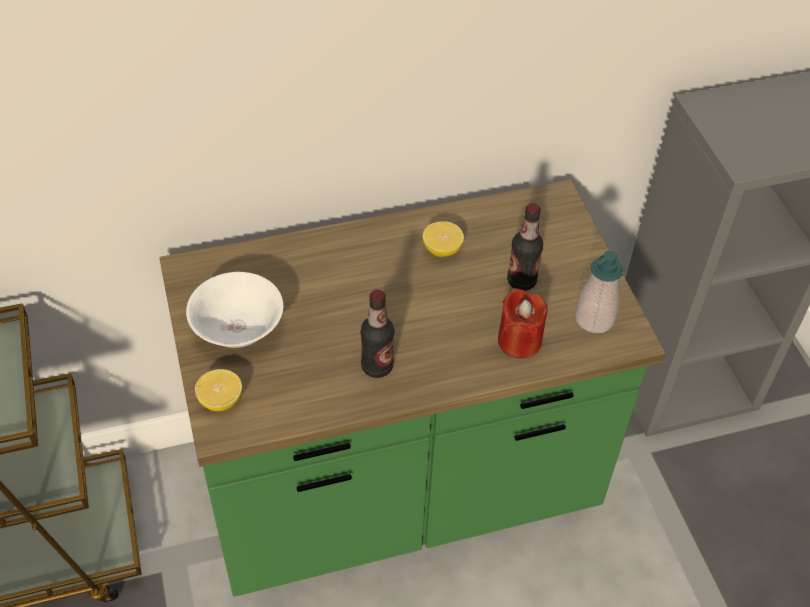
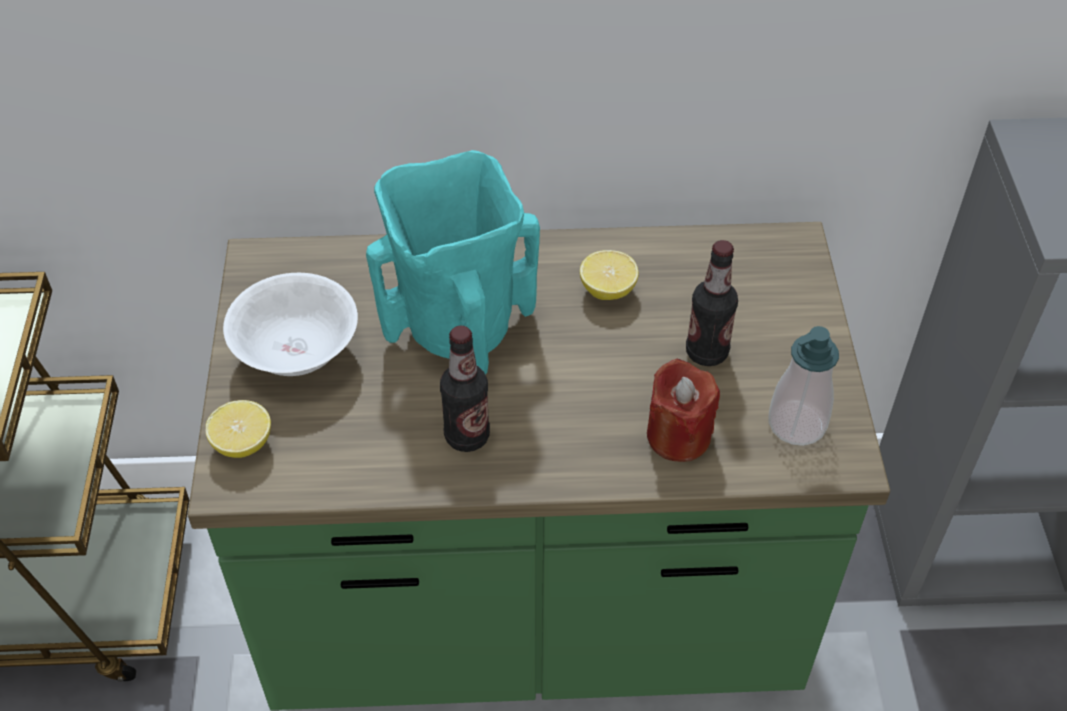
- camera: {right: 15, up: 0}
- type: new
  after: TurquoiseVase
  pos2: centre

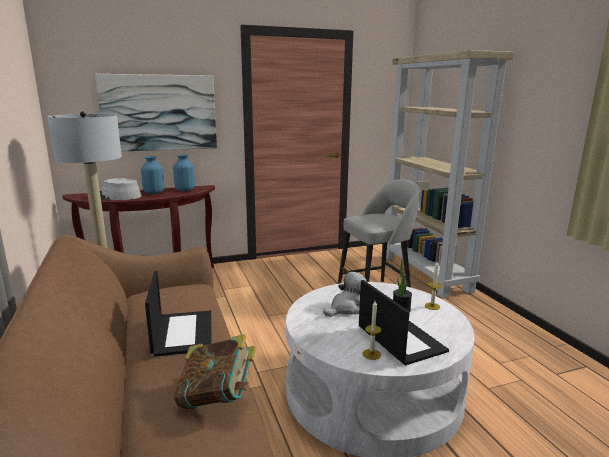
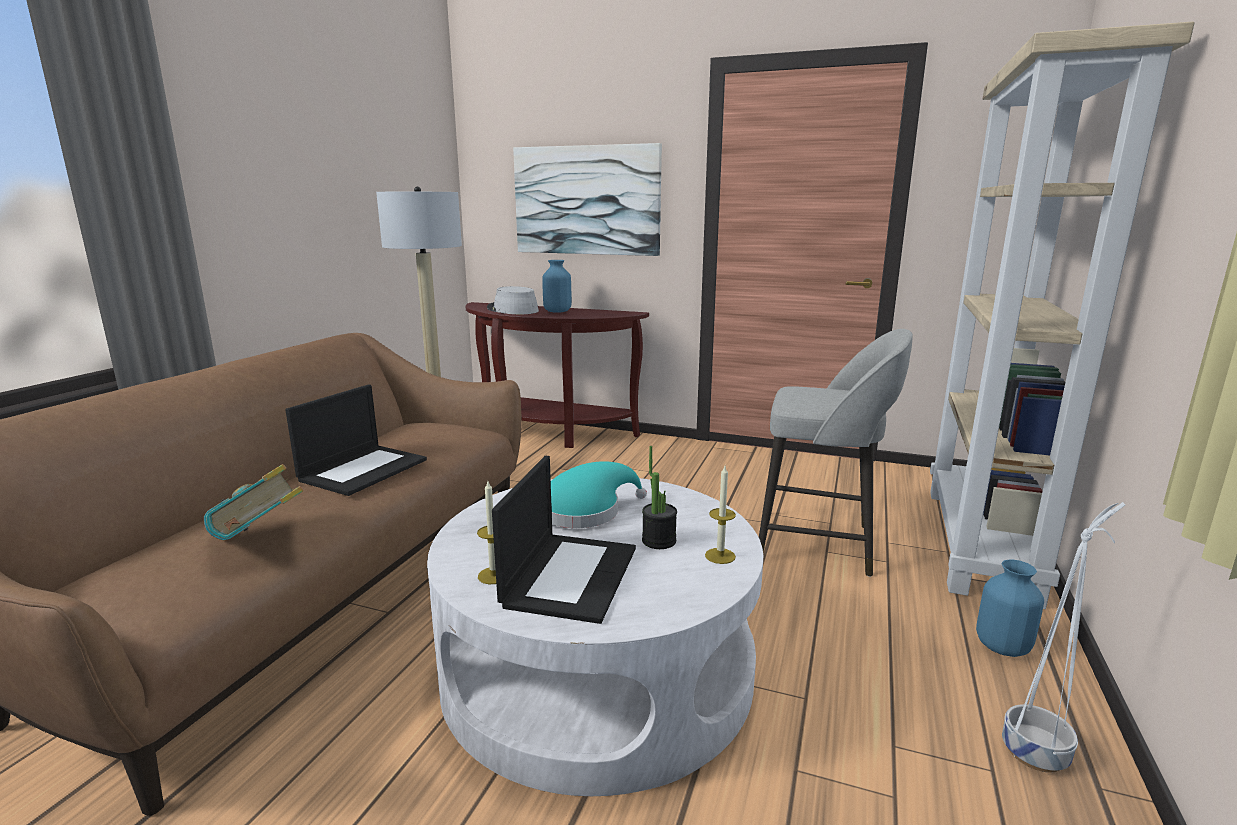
- camera: {right: 40, up: 0}
- type: swapped
  before: PlushToy
  after: TurquoiseHat
  pos1: centre
  pos2: centre
- type: shifted
  before: BlueVase (no. 2 from left)
  pos1: middle left
  pos2: bottom right
- type: new
  after: WhitePlanter
  pos2: bottom right

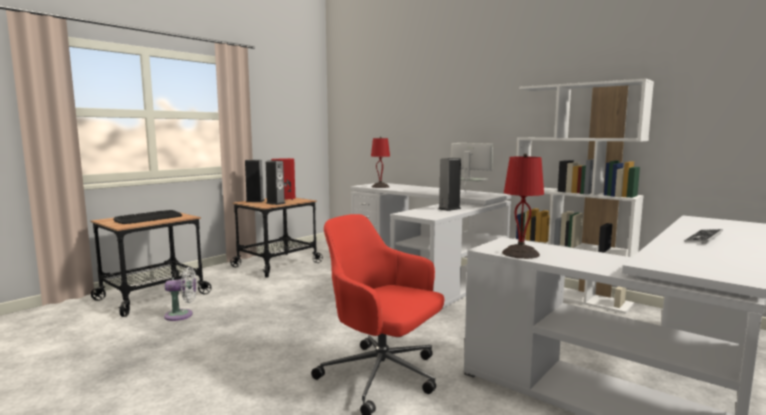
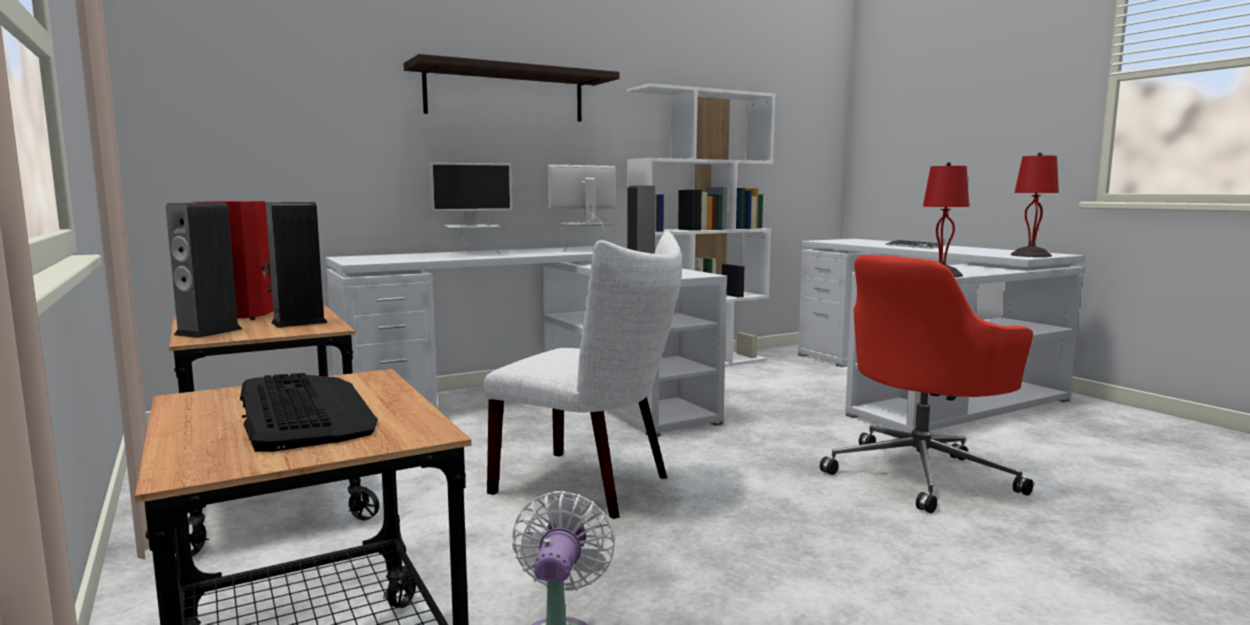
- camera: {right: -70, up: 0}
- type: new
  after: Shelf
  pos2: top centre
- type: new
  after: Monitor (no. 1 from left)
  pos2: top centre
- type: new
  after: WhiteChair
  pos2: centre
- type: shifted
  before: RedTableLamp (no. 1 from left in the first image)
  after: RedTableLamp (no. 2 from left)
  pos1: centre
  pos2: top right

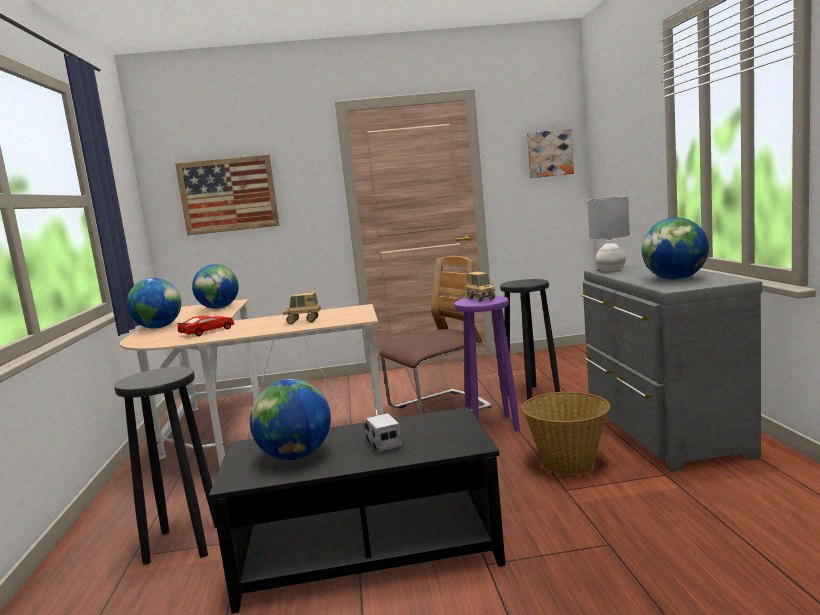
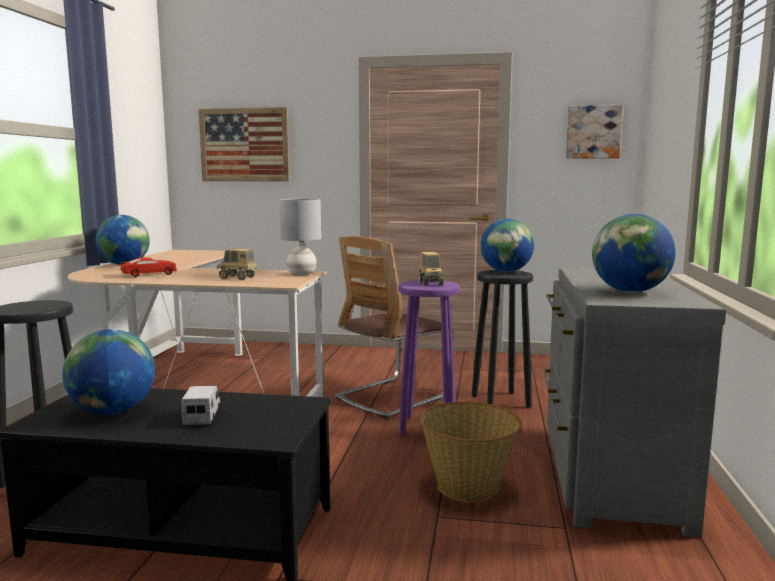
- camera: {right: 15, up: 0}
- type: shifted
  before: GreyTableLamp
  pos1: middle right
  pos2: centre
- type: rotated
  before: Chair
  pos1: centre
  pos2: centre
  turn: 150
- type: shifted
  before: Globe (no. 2 from left in the first image)
  after: Globe (no. 3 from left)
  pos1: middle left
  pos2: centre

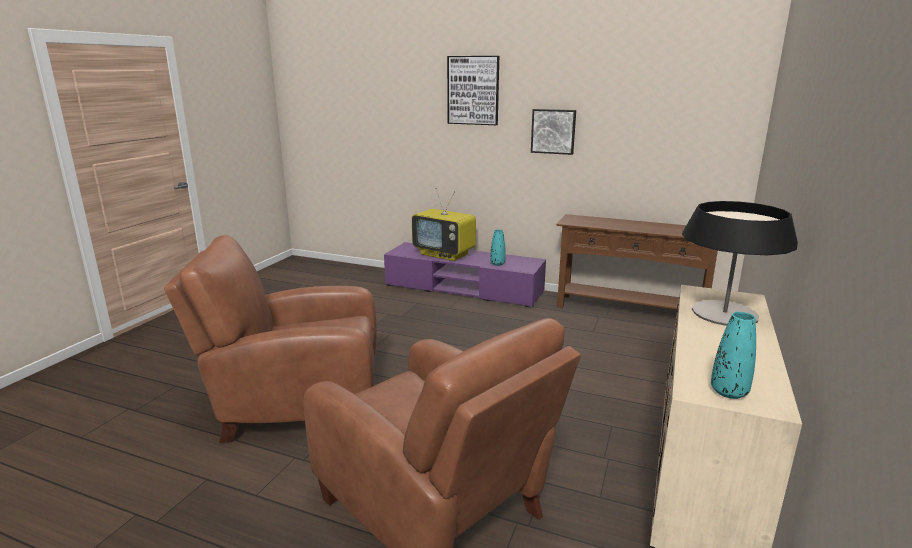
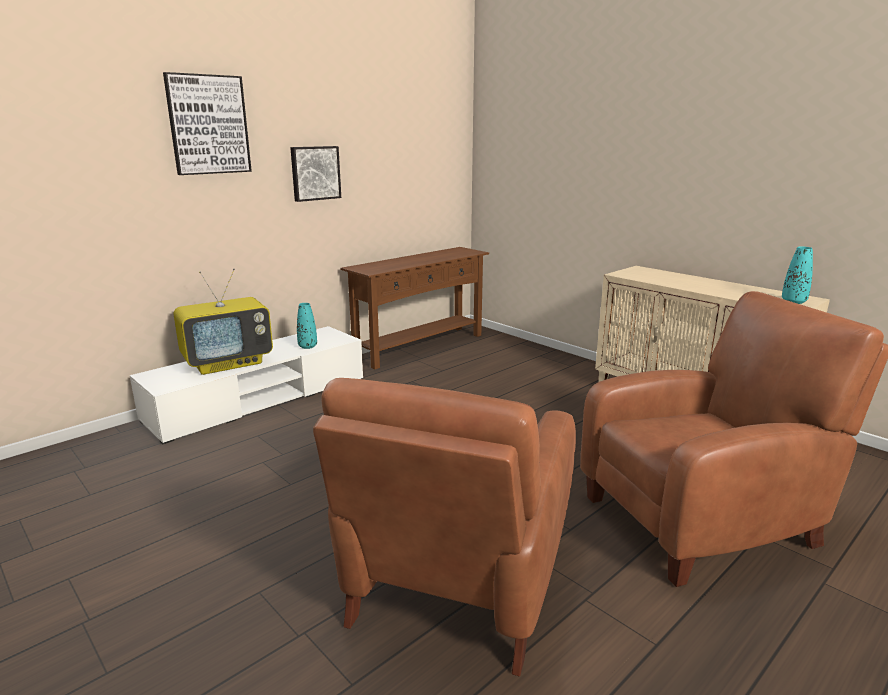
- camera: {right: -65, up: 0}
- type: repainted
  before: PurpleTvStand
  after: WhiteTvStand
  pos1: centre
  pos2: middle left
- type: gone
  before: TableLamp
  pos1: middle right

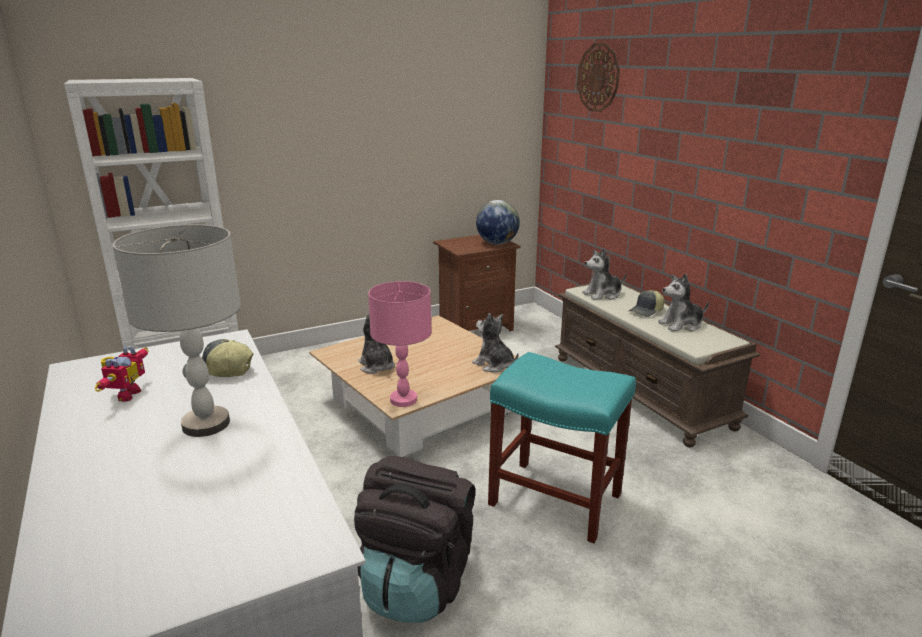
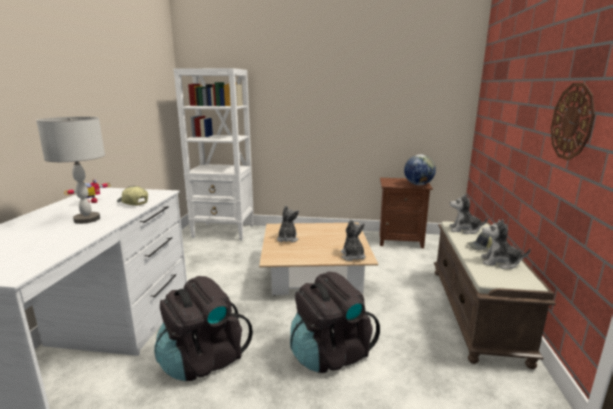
- camera: {right: 35, up: -5}
- type: swapped
  before: TurquoiseStool
  after: BlackBackpack (no. 2 from left)
  pos1: bottom centre
  pos2: bottom centre
- type: shifted
  before: WallClock
  pos1: top centre
  pos2: top right
- type: gone
  before: PinkTableLamp
  pos1: centre

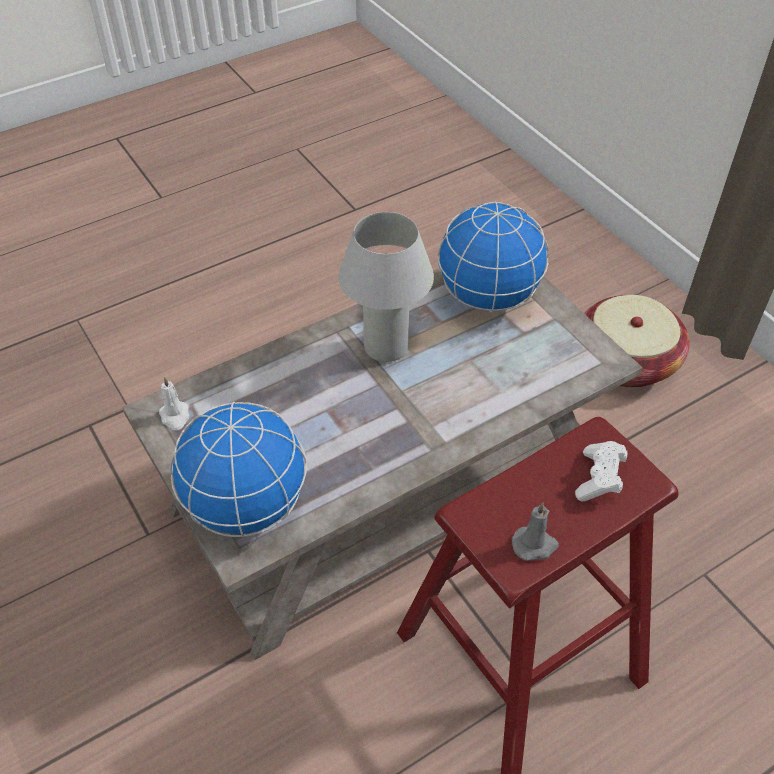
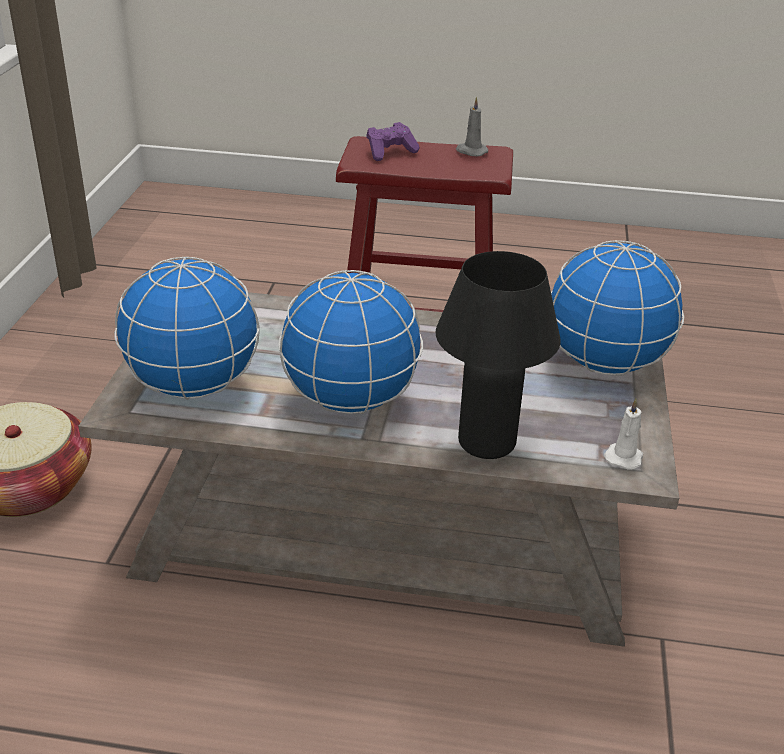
- camera: {right: -140, up: -15}
- type: swapped
  before: WhiteTableLamp
  after: Globe (no. 2 from left)
  pos1: centre
  pos2: centre
- type: repainted
  before: WhiteGameController
  after: PurpleGameController
  pos1: middle right
  pos2: top centre
- type: new
  after: BlackTableLamp
  pos2: centre

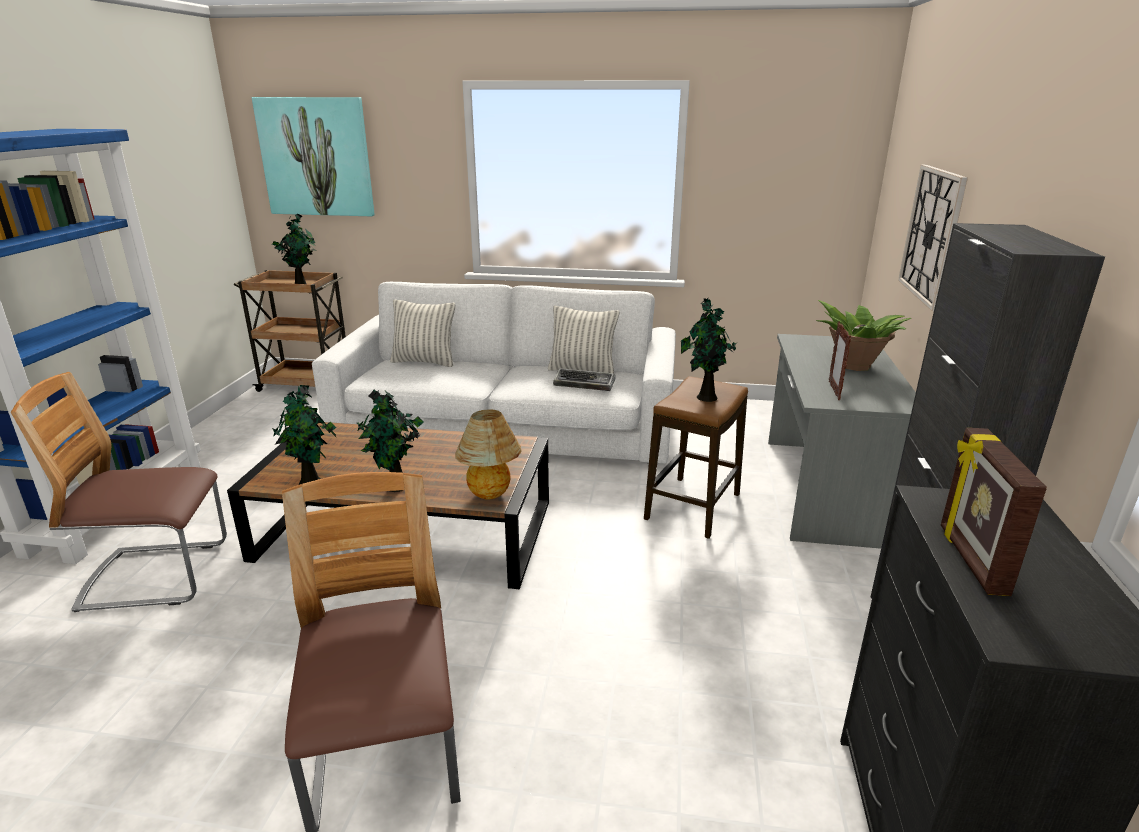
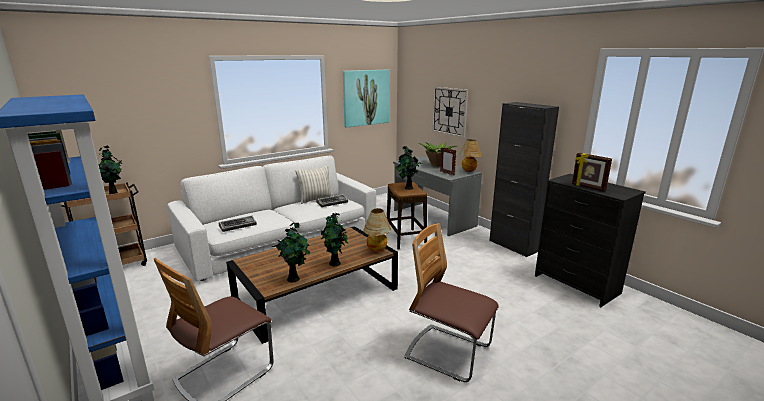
- camera: {right: -45, up: -5}
- type: new
  after: Keyboard (no. 1 from left)
  pos2: middle left
- type: shifted
  before: Picture
  pos1: top left
  pos2: top centre
- type: new
  after: TableLamp (no. 2 from left)
  pos2: centre
- type: gone
  before: Pillow (no. 1 from left)
  pos1: centre

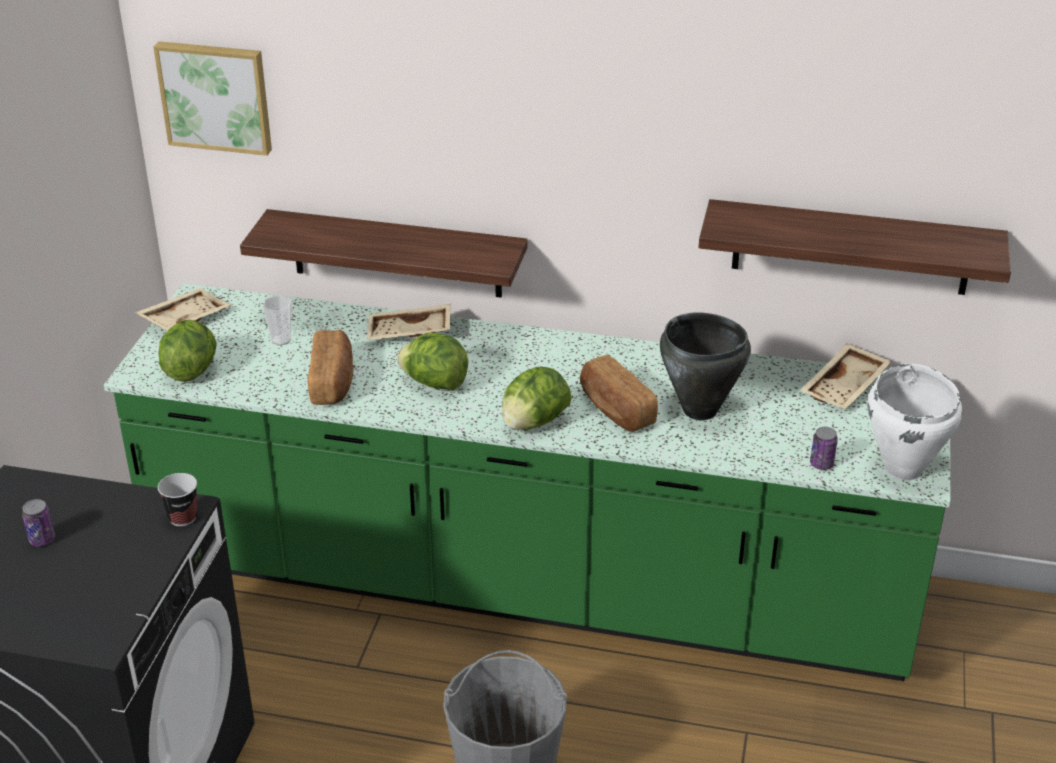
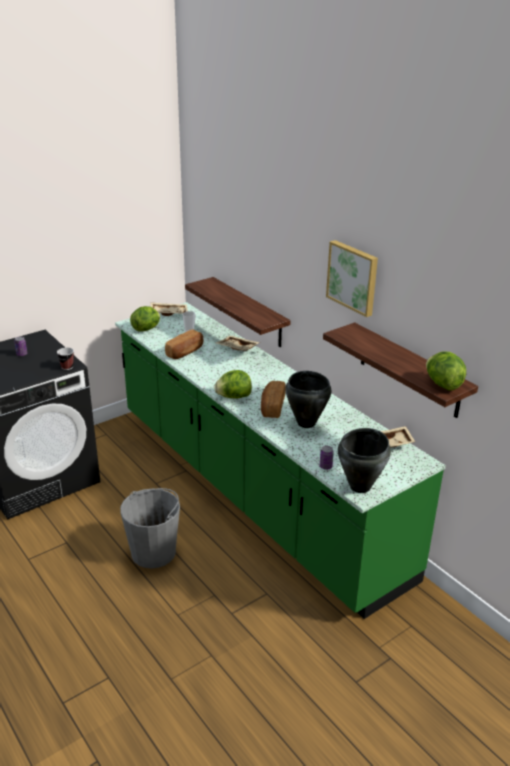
- camera: {right: 40, up: -5}
- type: shifted
  before: Picture
  pos1: top left
  pos2: middle right
- type: repainted
  before: WhiteCookingPot
  after: BlackCookingPot (no. 2 from left)
  pos1: middle right
  pos2: middle right
- type: shifted
  before: Lettuce (no. 2 from left in the first image)
  after: Lettuce (no. 3 from left)
  pos1: centre
  pos2: middle right

